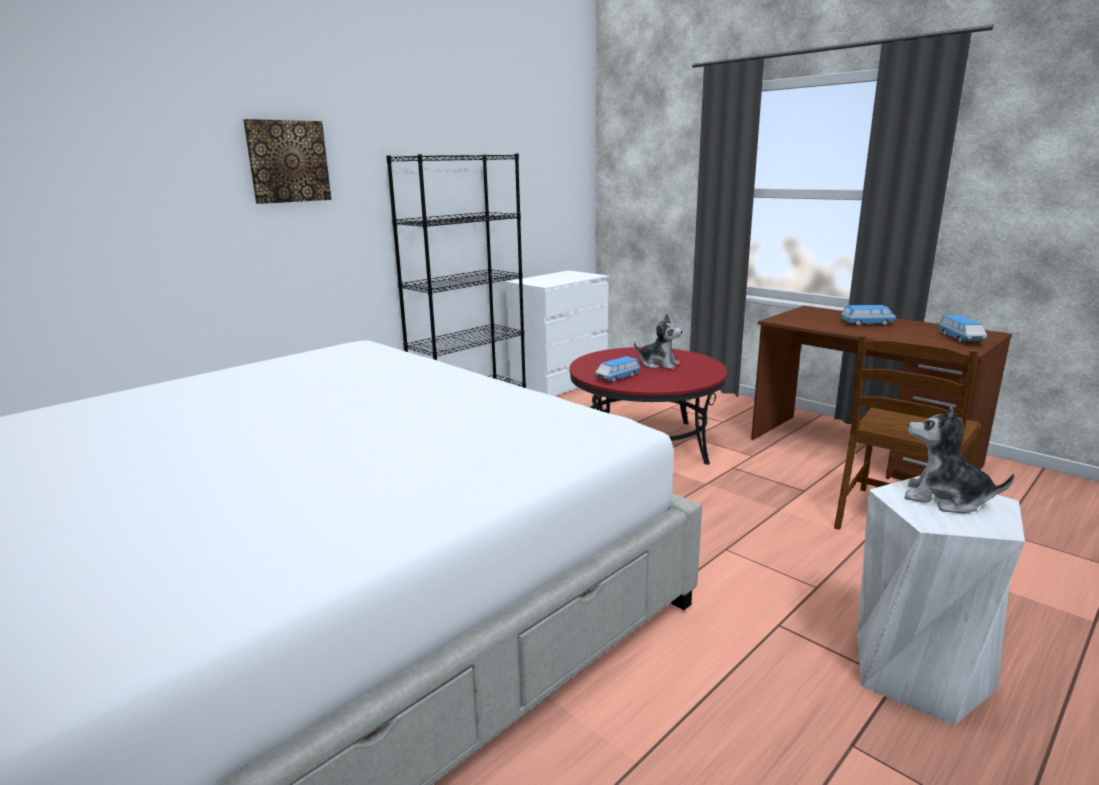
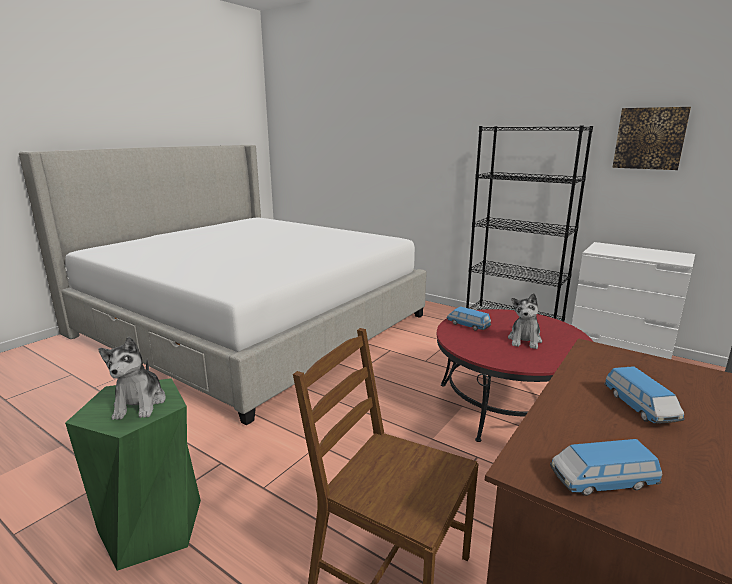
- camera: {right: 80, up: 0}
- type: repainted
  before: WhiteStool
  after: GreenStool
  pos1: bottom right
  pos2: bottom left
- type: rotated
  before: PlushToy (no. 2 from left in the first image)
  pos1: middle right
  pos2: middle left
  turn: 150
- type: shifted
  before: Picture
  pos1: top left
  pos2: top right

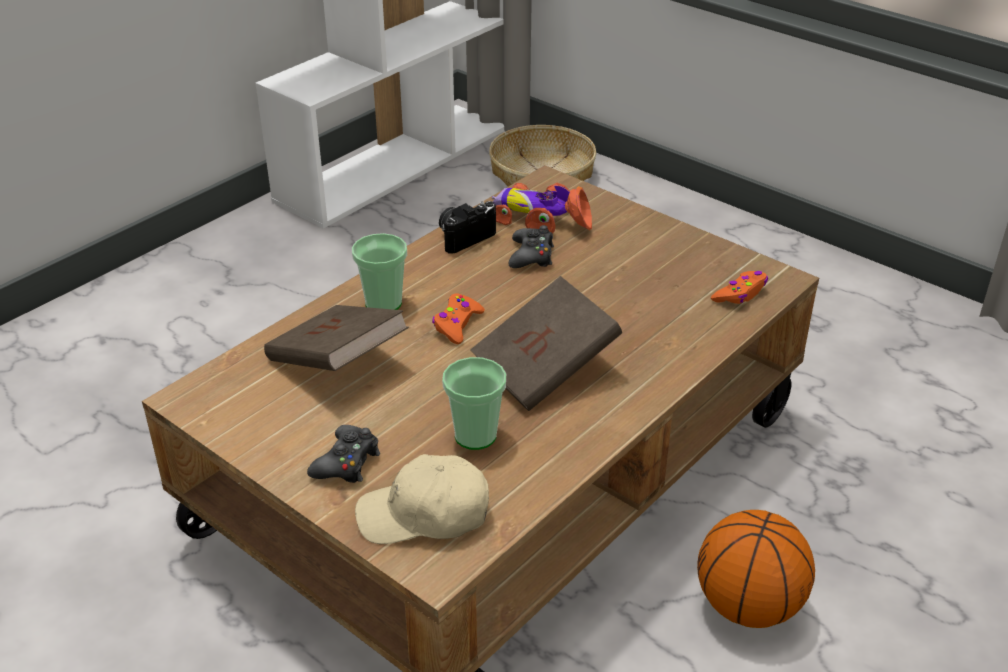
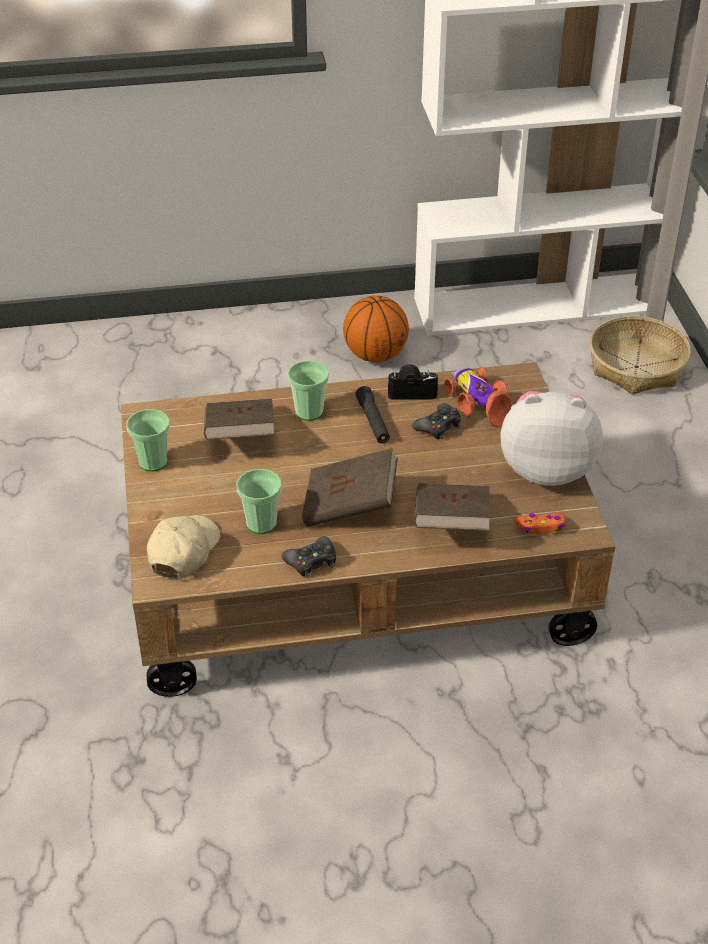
- camera: {right: 40, up: 5}
- type: new
  after: Cup (no. 1 from left)
  pos2: middle left
- type: rotated
  before: BeigeCap
  pos1: bottom centre
  pos2: middle left
  turn: 75
- type: shifted
  before: BlackGameController (no. 1 from left)
  pos1: bottom centre
  pos2: centre
- type: shifted
  before: Basketball
  pos1: bottom right
  pos2: centre
- type: new
  after: BlackFlashlight
  pos2: centre
- type: new
  after: BrownBook (no. 3 from left)
  pos2: centre
- type: new
  after: PlushToy
  pos2: middle right
- type: gone
  before: OrangeGameController (no. 1 from left)
  pos1: centre

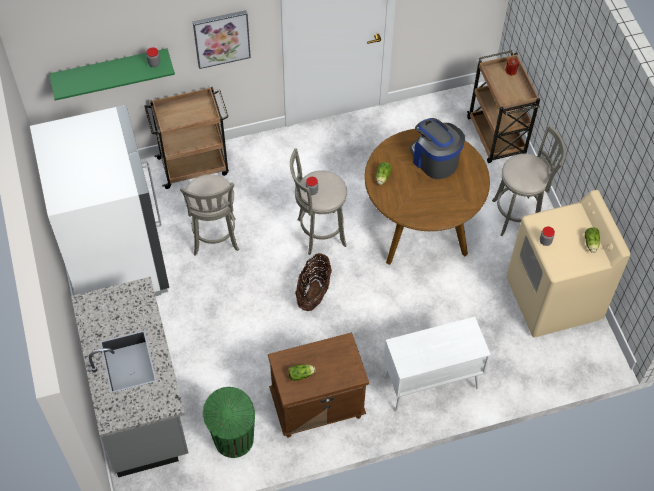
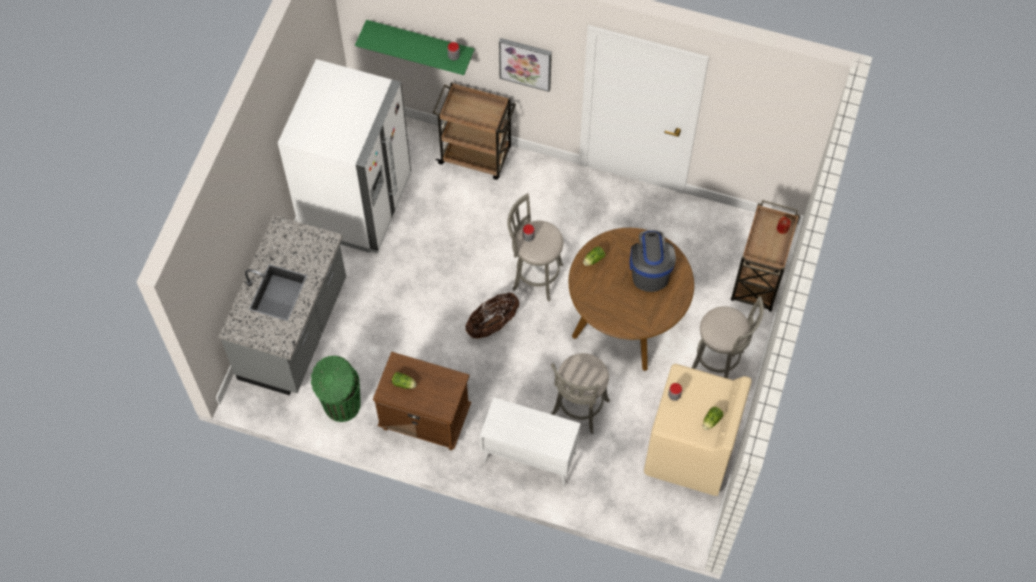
- camera: {right: 35, up: 5}
- type: shifted
  before: GreyStool (no. 1 from left in the first image)
  after: GreyStool (no. 2 from left)
  pos1: middle left
  pos2: bottom centre

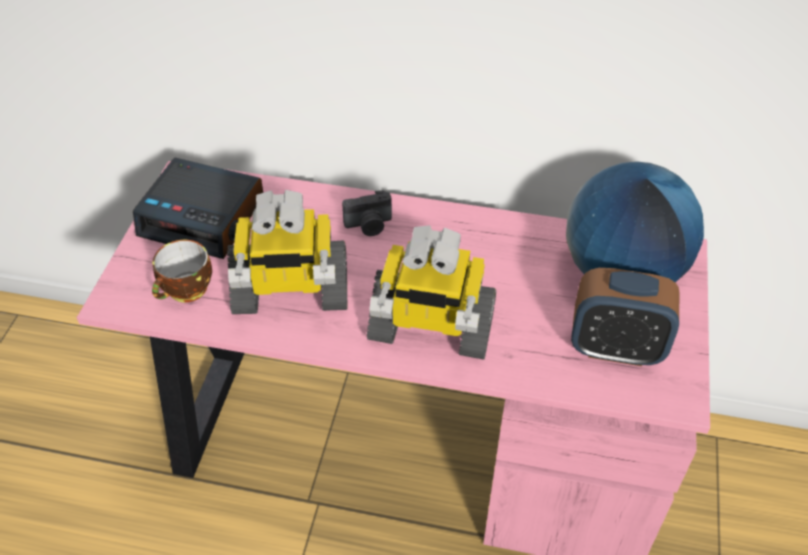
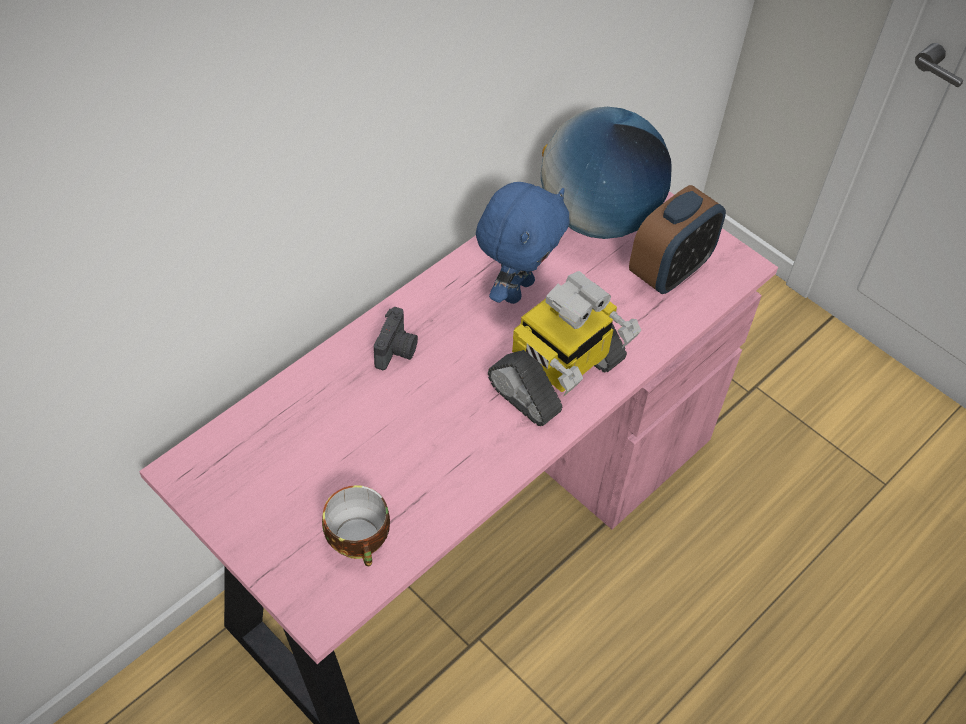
- camera: {right: -60, up: 5}
- type: new
  after: BluePlushToy
  pos2: centre
- type: gone
  before: AlarmClock (no. 1 from left)
  pos1: middle left
- type: gone
  before: ToyRobot (no. 1 from left)
  pos1: centre

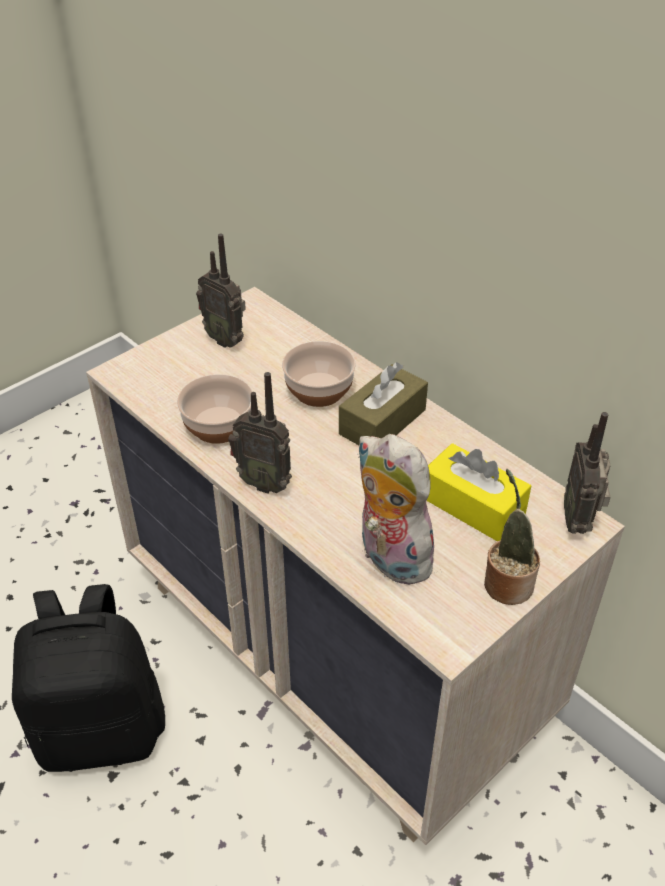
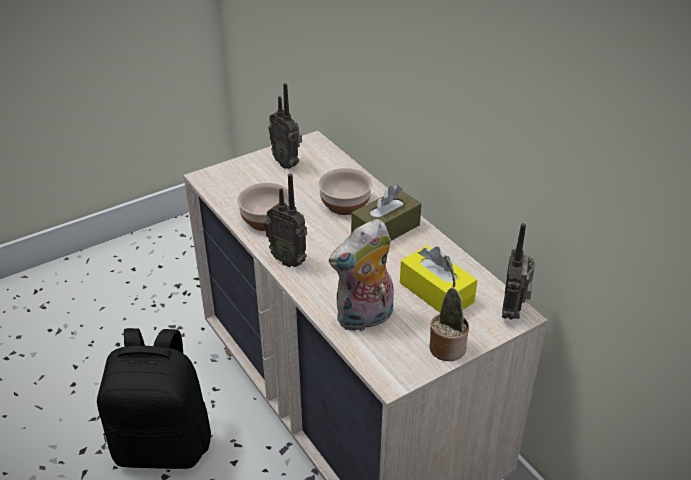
- camera: {right: 10, up: -5}
- type: rotated
  before: PlushToy
  pos1: centre
  pos2: centre
  turn: -90

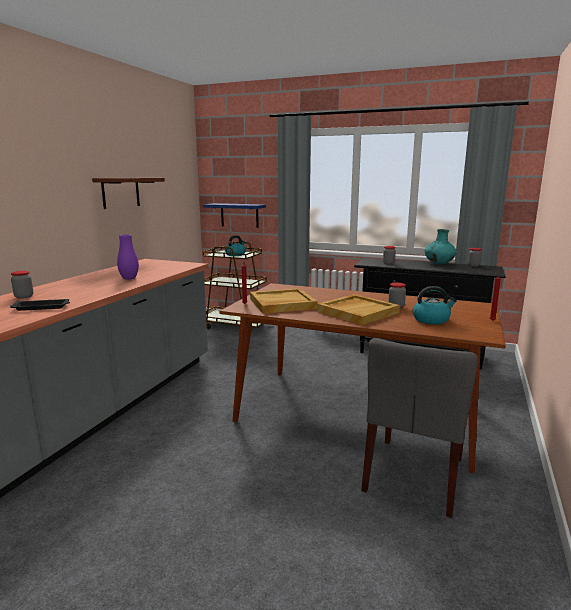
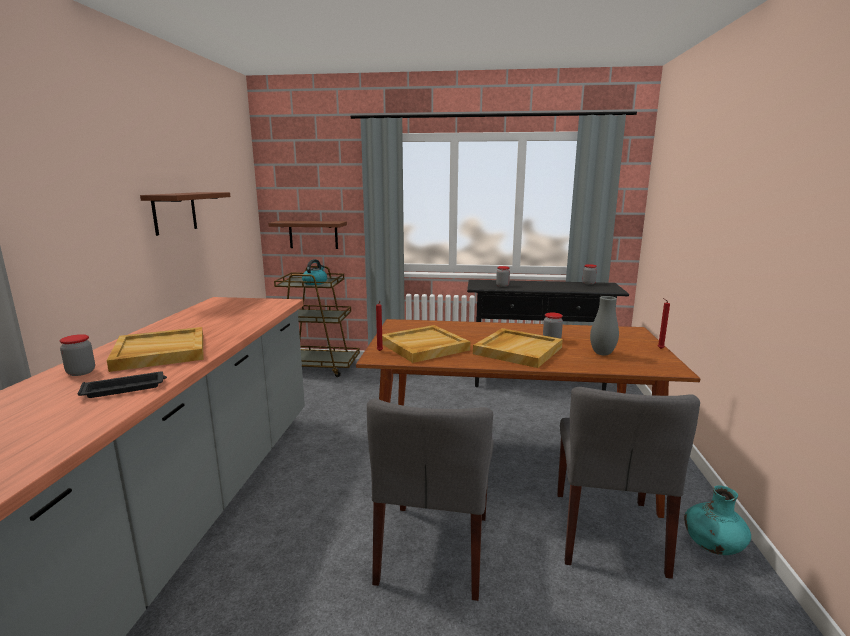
- camera: {right: -15, up: 0}
- type: new
  after: BeigeTray (no. 1 from left)
  pos2: middle left
- type: repainted
  before: BlueShelf
  after: BrownShelf (no. 2 from left)
  pos1: centre
  pos2: centre
- type: new
  after: GreyChair (no. 1 from left)
  pos2: bottom centre
- type: swapped
  before: Kettle (no. 2 from left)
  after: GreyVase
  pos1: middle right
  pos2: middle right
- type: shifted
  before: TurquoiseVase
  pos1: middle right
  pos2: bottom right
- type: gone
  before: PurpleVase
  pos1: middle left

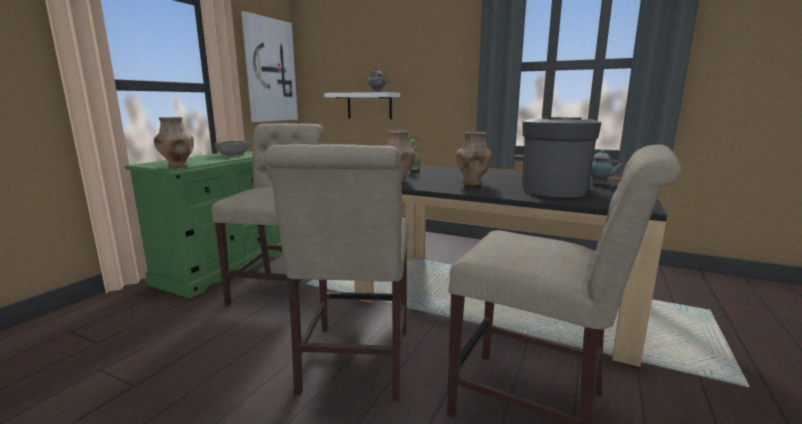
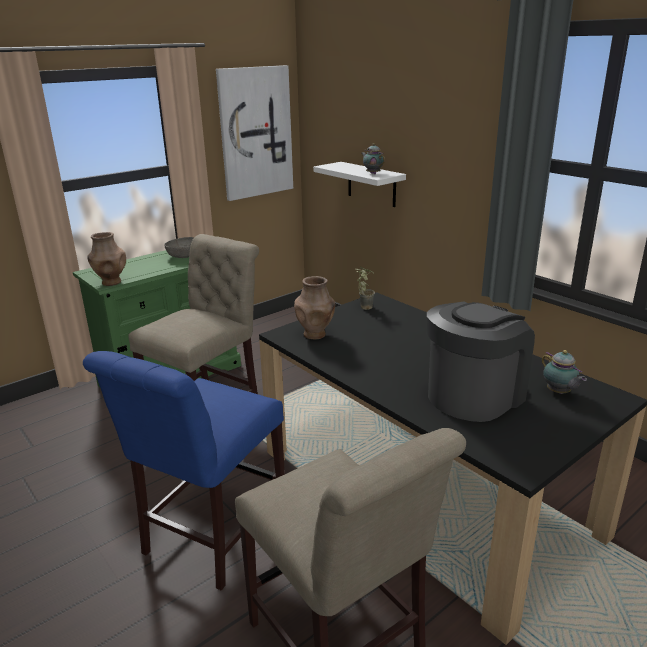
- camera: {right: 25, up: 10}
- type: repainted
  before: BeigeChair (no. 2 from left)
  after: BlueChair
  pos1: centre
  pos2: bottom left
- type: gone
  before: BrownVase (no. 3 from left)
  pos1: centre

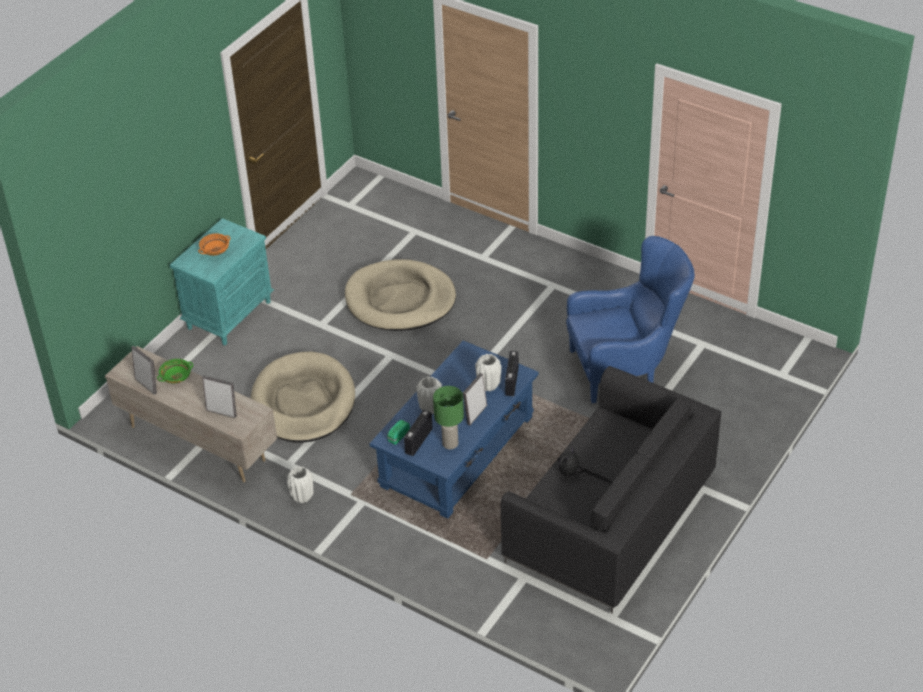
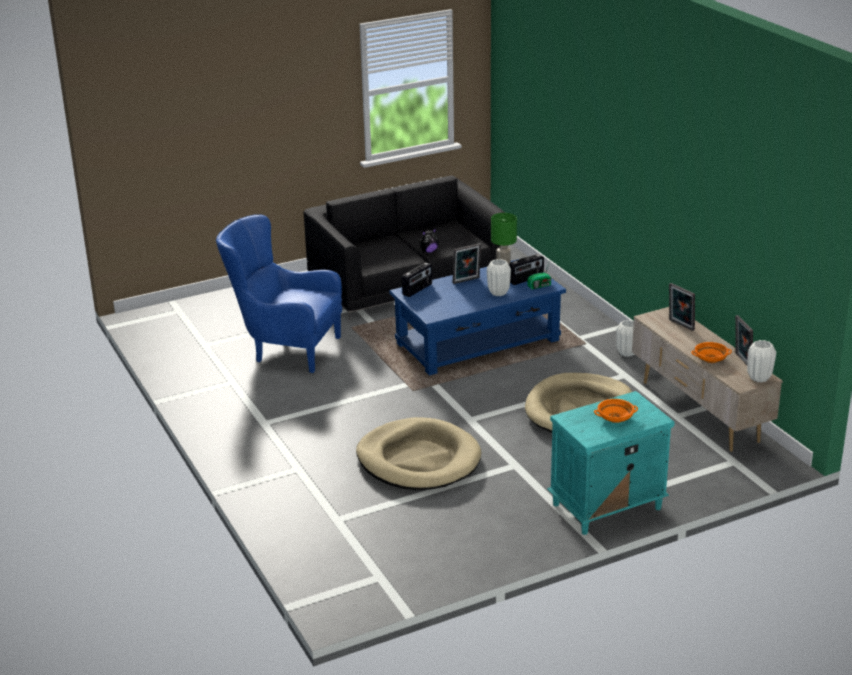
- camera: {right: -150, up: -15}
- type: repainted
  before: GreenBowl
  after: OrangeBowl (no. 2 from left)
  pos1: middle left
  pos2: middle right
- type: shifted
  before: WhiteVase (no. 3 from left)
  pos1: centre
  pos2: middle right

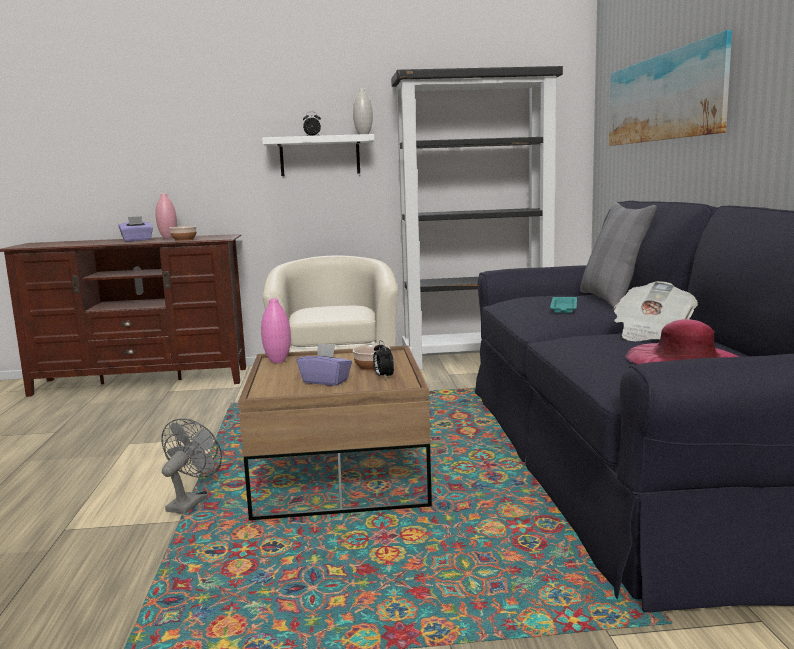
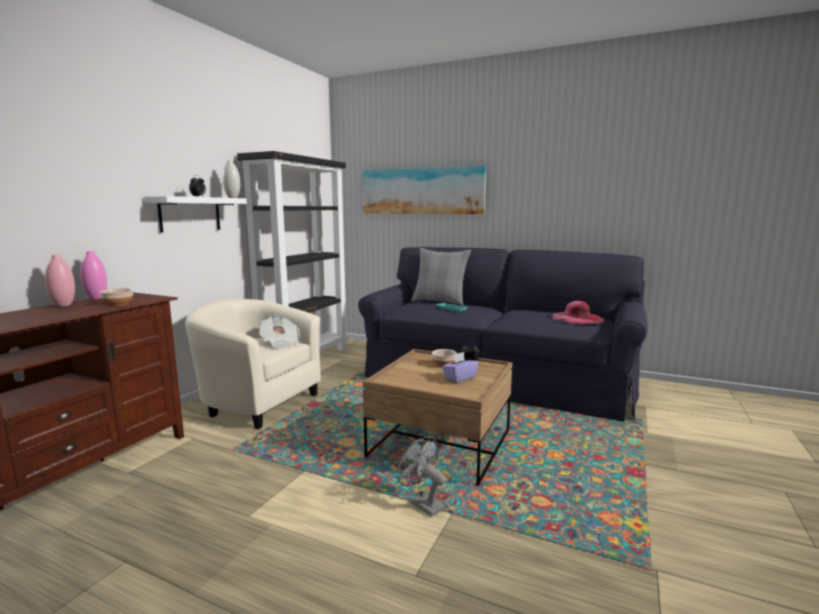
- camera: {right: -60, up: 0}
- type: shifted
  before: PinkVase (no. 2 from left)
  pos1: centre
  pos2: middle left
- type: shifted
  before: Newspaper
  pos1: middle right
  pos2: centre
- type: gone
  before: PurpleTissueBox (no. 1 from left)
  pos1: middle left

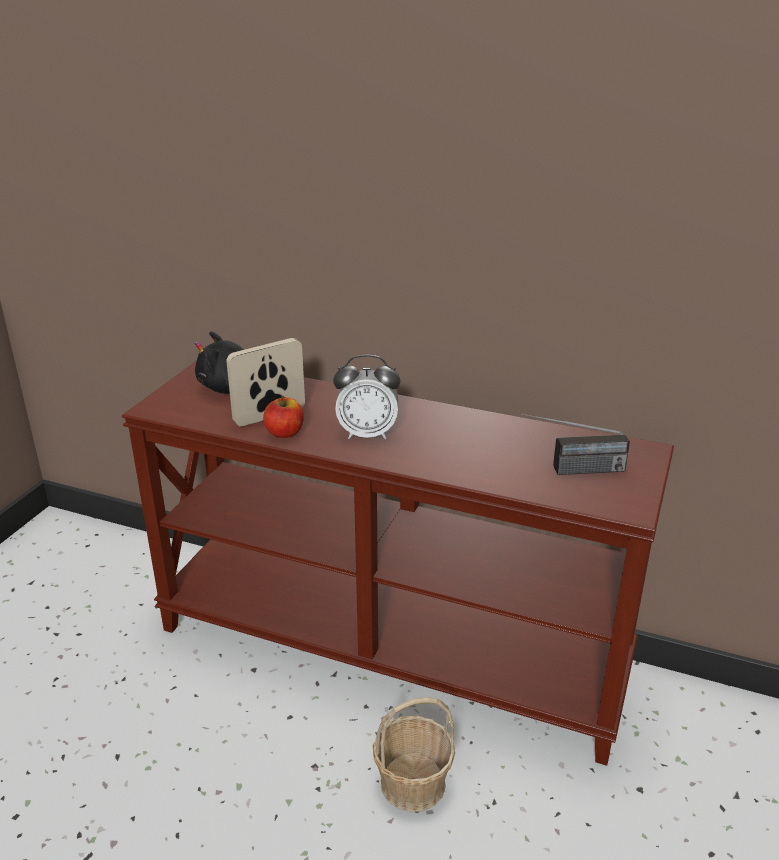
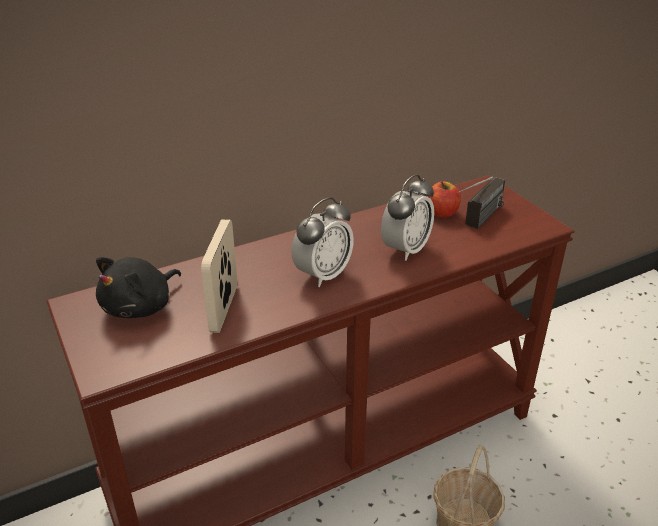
- camera: {right: -50, up: 5}
- type: new
  after: AlarmClock (no. 2 from left)
  pos2: centre
- type: shifted
  before: Apple
  pos1: centre
  pos2: middle right

